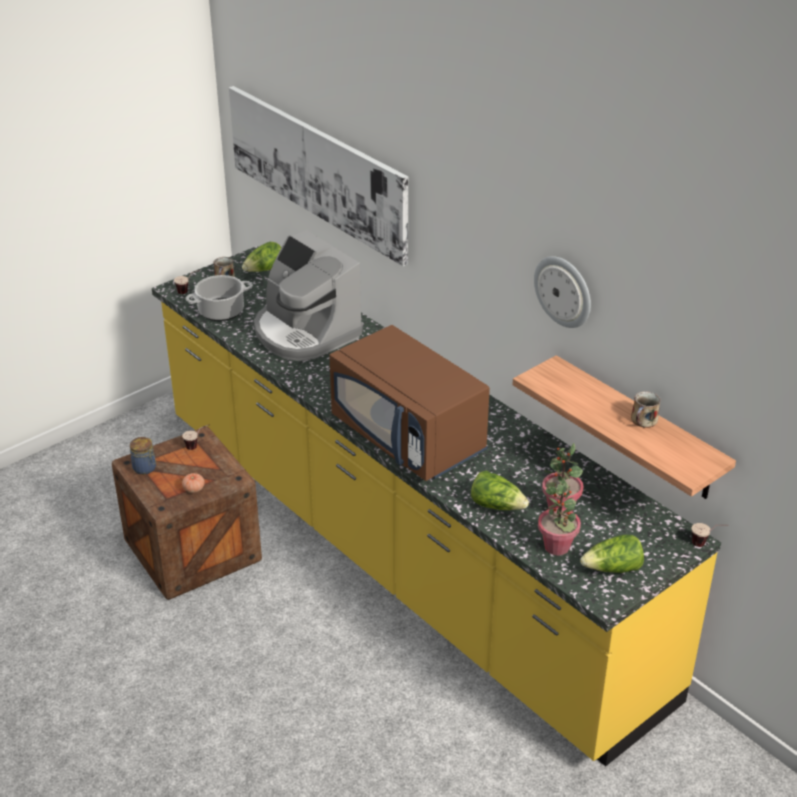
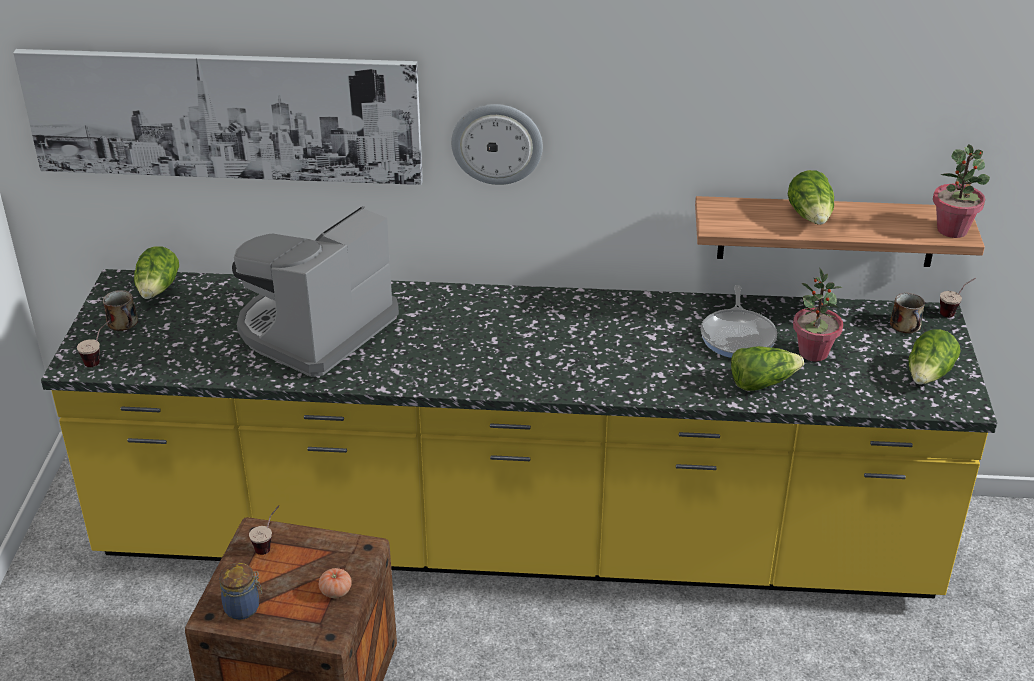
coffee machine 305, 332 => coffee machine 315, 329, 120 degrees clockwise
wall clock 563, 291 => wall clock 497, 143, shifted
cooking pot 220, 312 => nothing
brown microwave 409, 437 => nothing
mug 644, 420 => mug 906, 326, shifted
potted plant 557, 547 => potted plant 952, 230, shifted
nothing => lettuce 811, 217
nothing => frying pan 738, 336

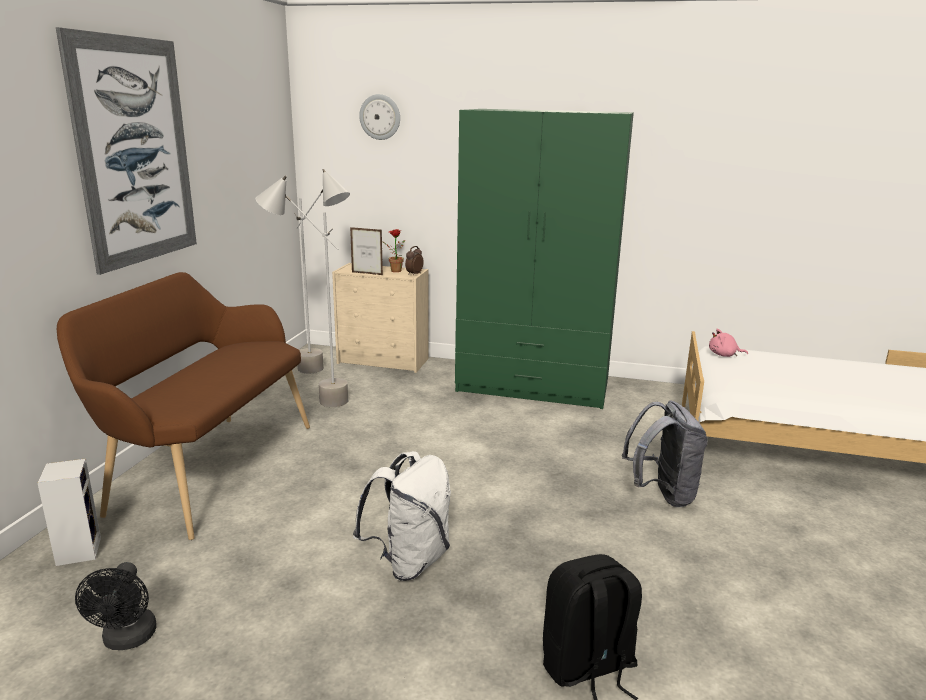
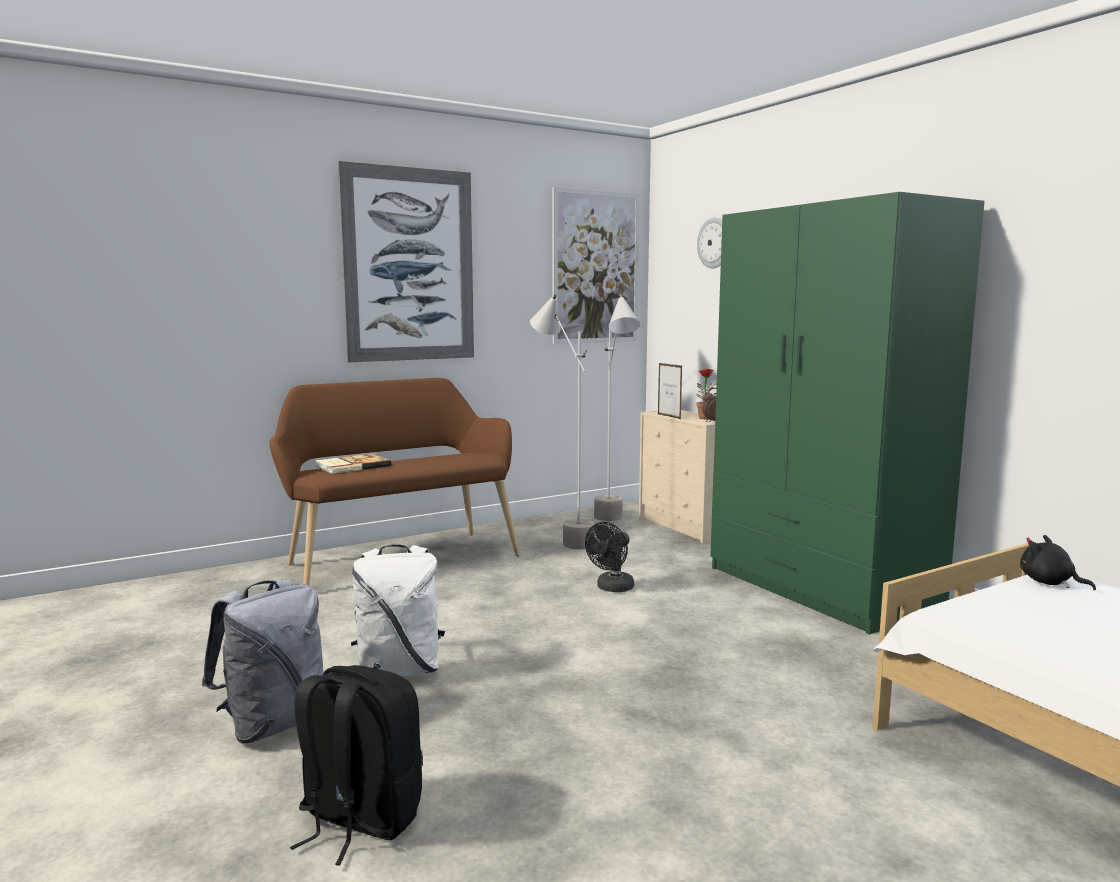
pink plush toy 724, 355 => black plush toy 1049, 583
grey backpack 662, 494 => grey backpack 273, 724, shifted
speaker 78, 550 => nothing
black fan 127, 640 => black fan 612, 588, shifted
nothing => picture 596, 267
nothing => book 352, 466

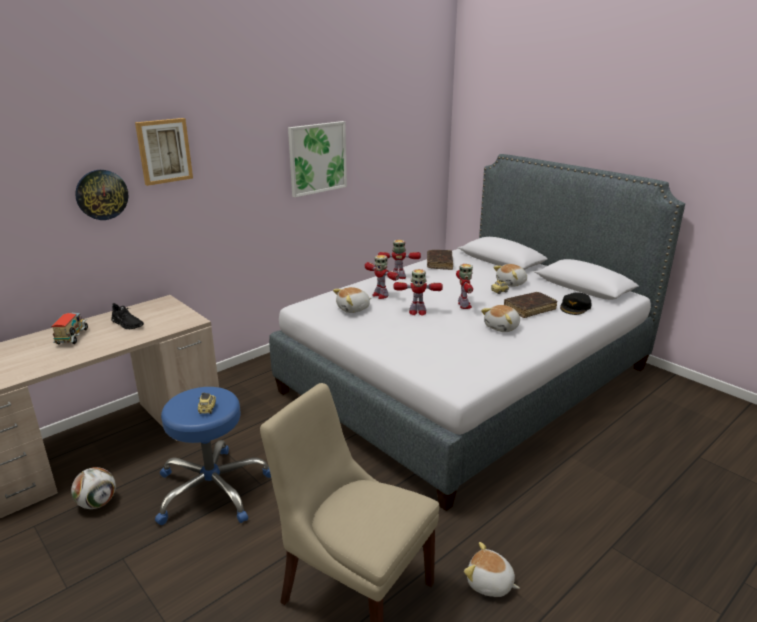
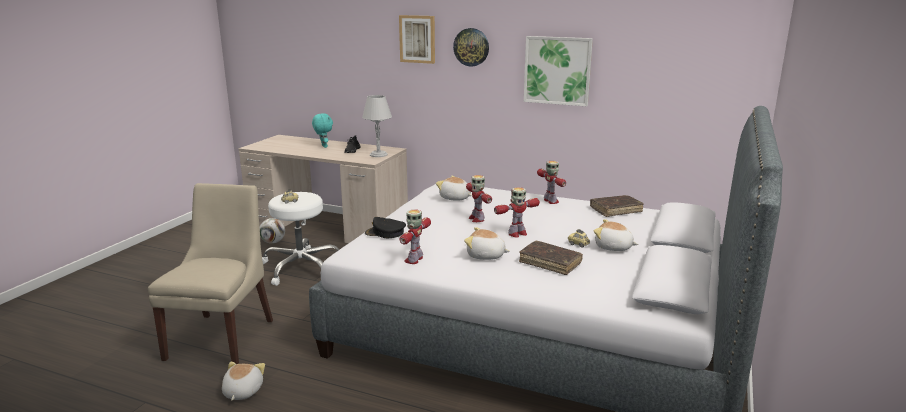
wall clock 101, 194 => wall clock 471, 47, shifted
toy robot 380, 295 => toy robot 414, 259, shifted
black cap 575, 307 => black cap 385, 233, shifted
toy truck 73, 338 => turquoise plush toy 323, 146
blue stool 213, 489 => white stool 302, 267
nothing => grey table lamp 378, 154

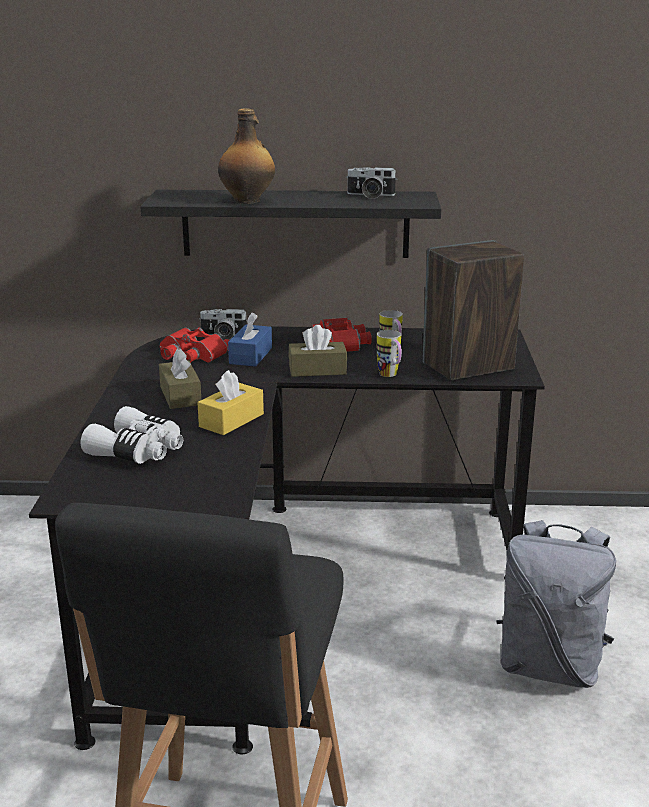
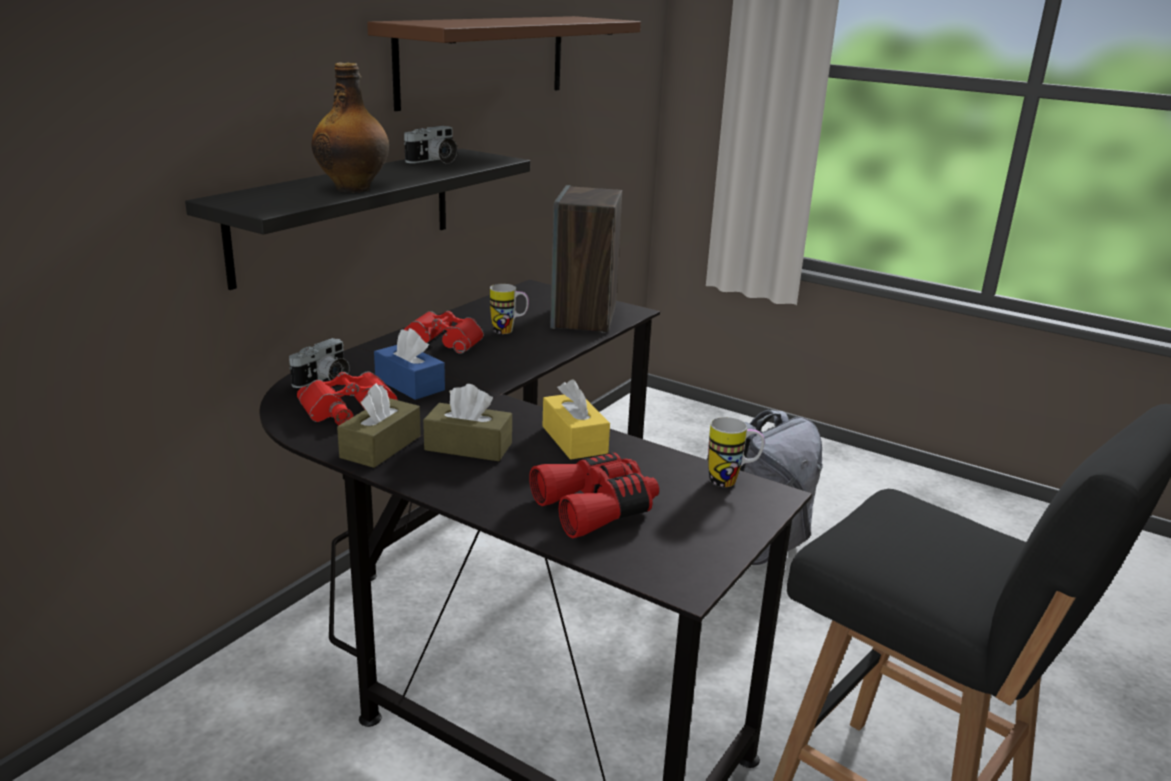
brown tissue box 317, 370 => brown tissue box 381, 447, shifted
mug 390, 376 => mug 731, 482, shifted
white binoculars 138, 451 => red binoculars 597, 507
nothing => brown shelf 484, 59

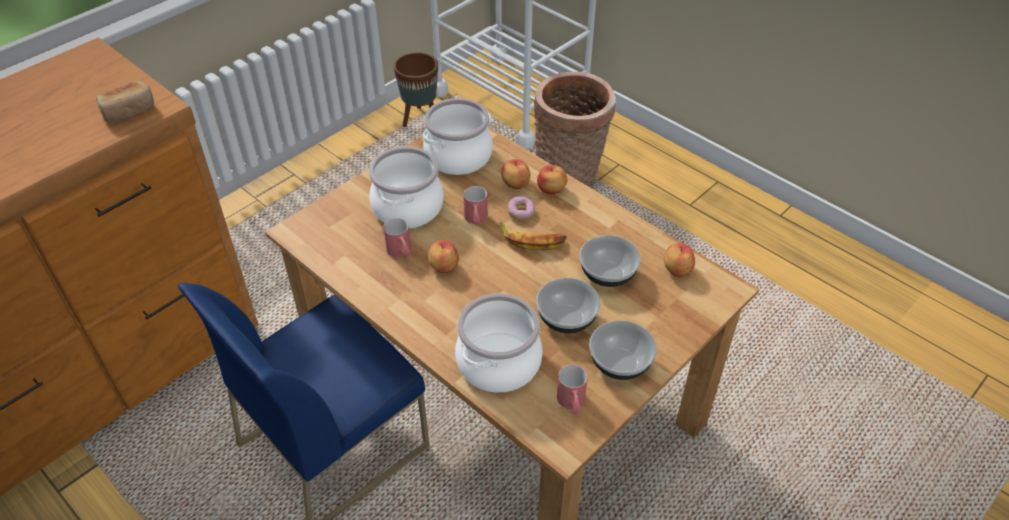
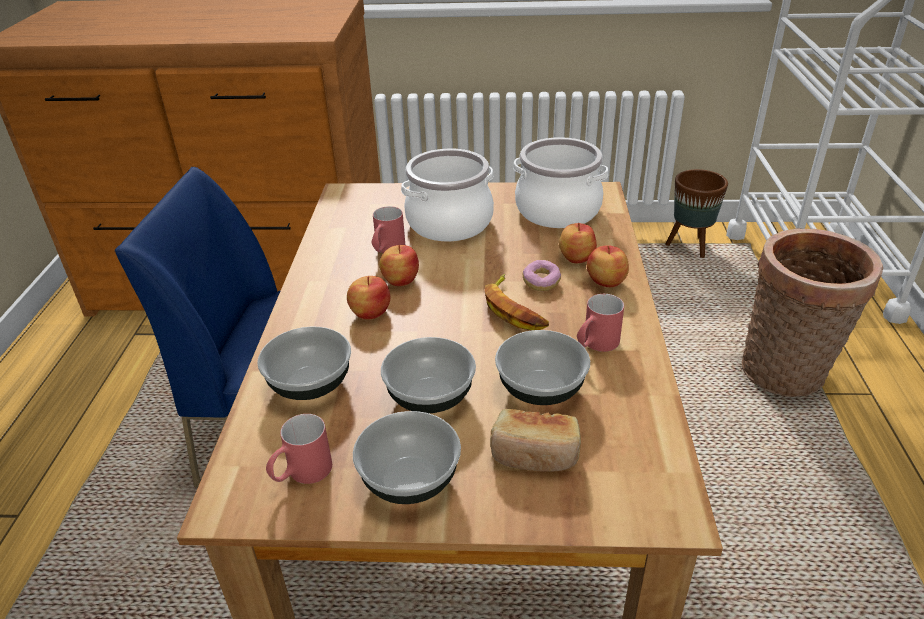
bread 129, 111 => bread 535, 455, shifted
red mug 476, 220 => red mug 595, 345, shifted
apple 676, 270 => apple 370, 312, shifted
cooking pot 499, 363 => bowl 309, 385

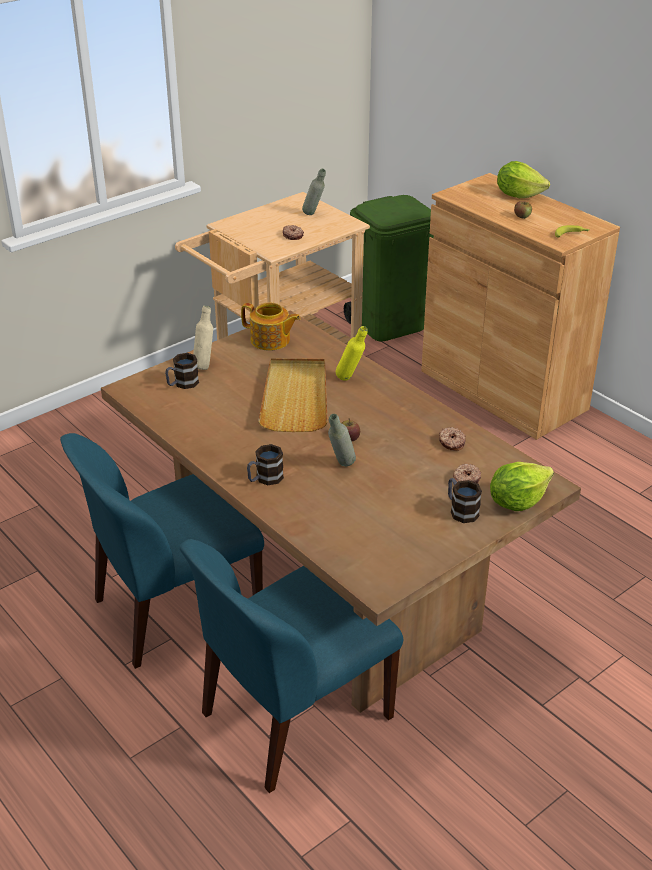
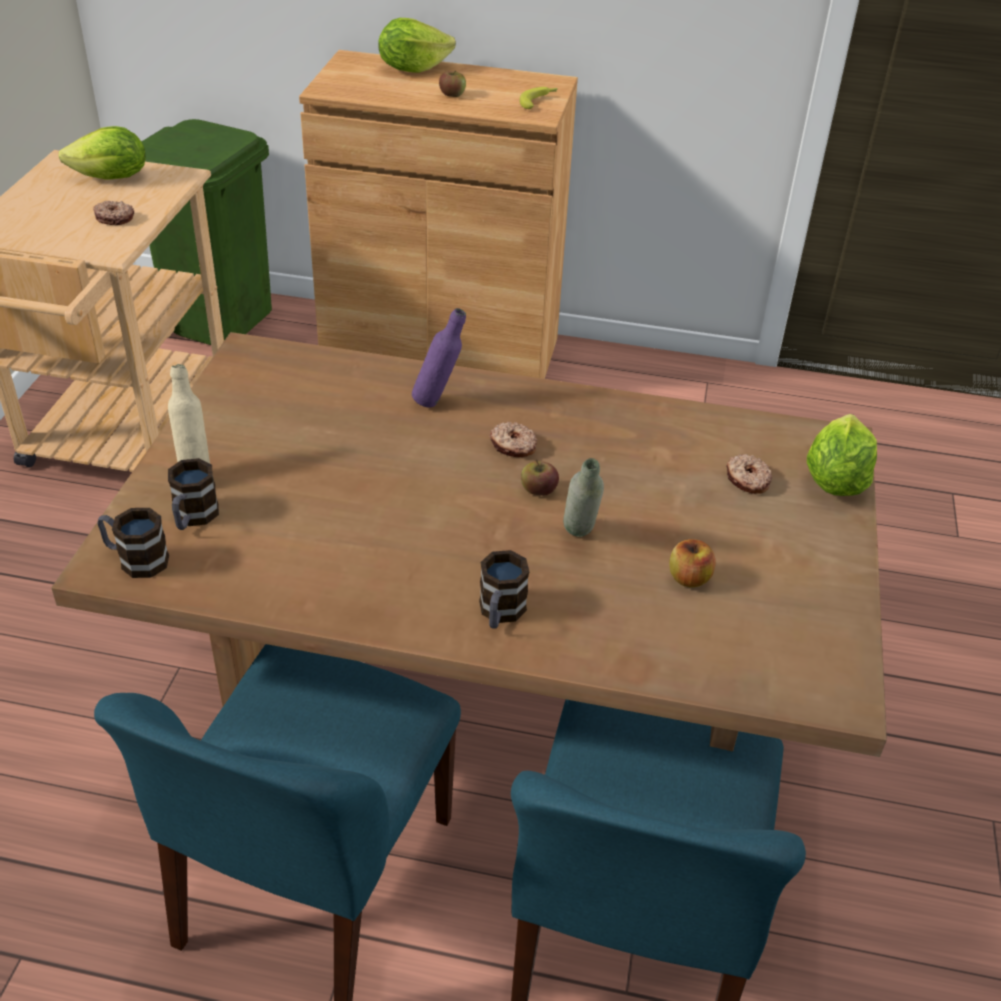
grey bottle 314, 215 => lettuce 112, 178
teapot 271, 341 => nothing
yellow bottle 351, 379 => purple bottle 438, 402
beige tray 295, 397 => nothing
donut 451, 443 => donut 513, 446, shifted
mug 460, 510 => mug 135, 559, shifted
nothing => apple 689, 578

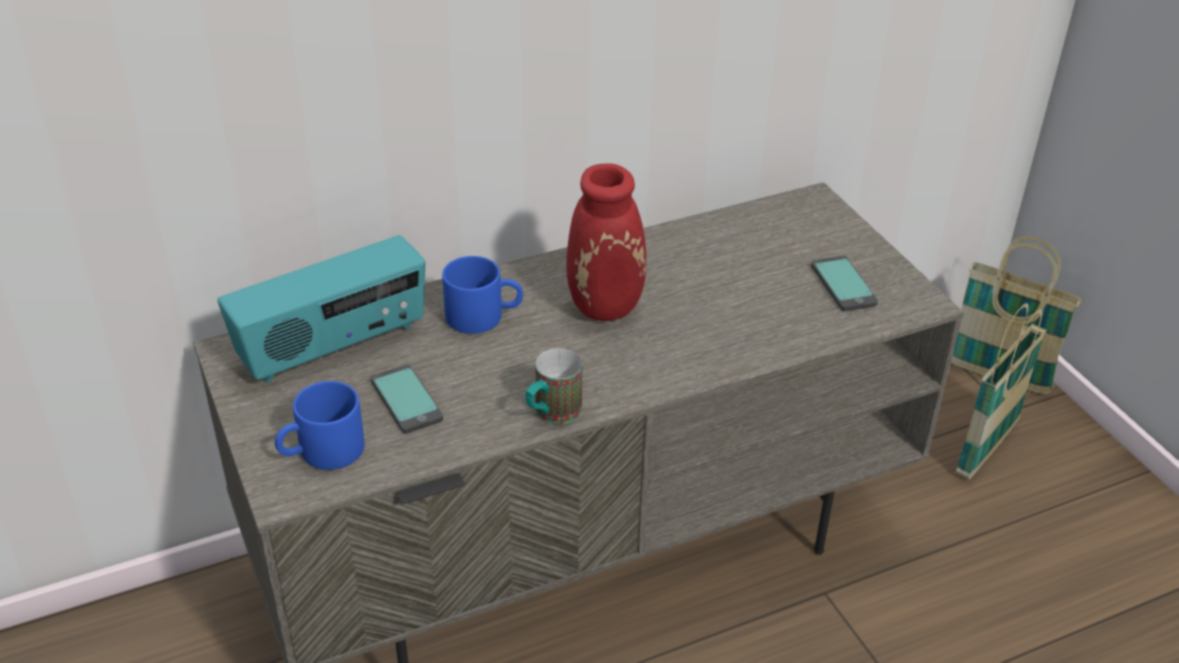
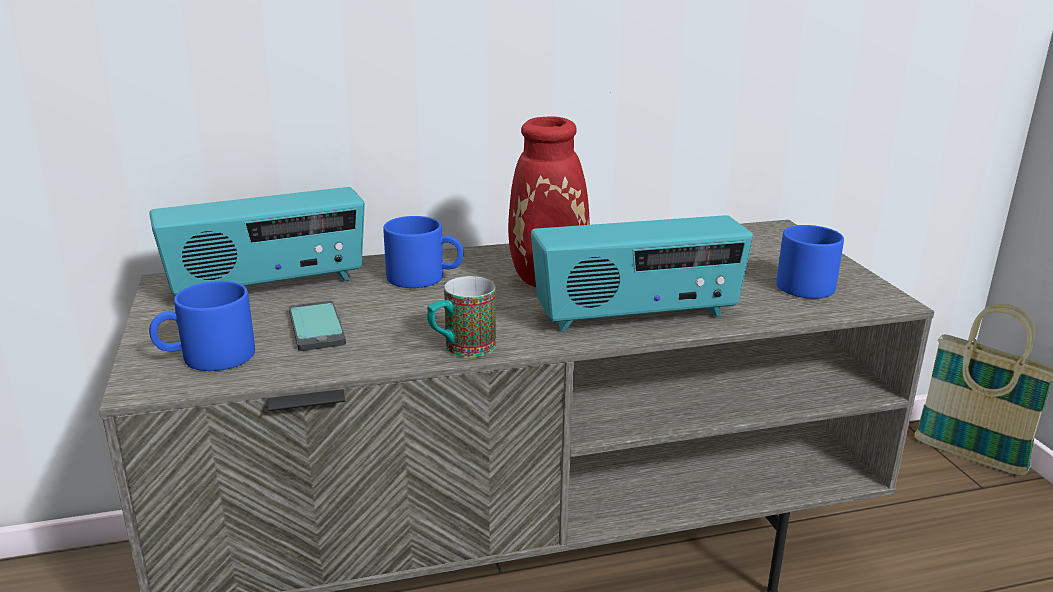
phone 843, 285 => blue mug 801, 282
basket 987, 448 => nothing
nothing => radio 637, 317

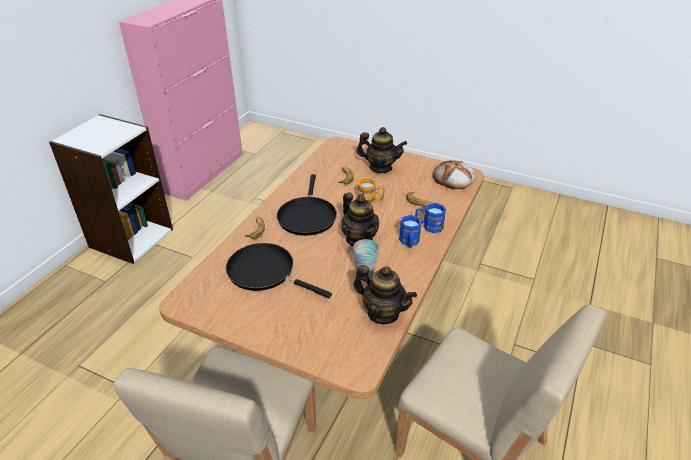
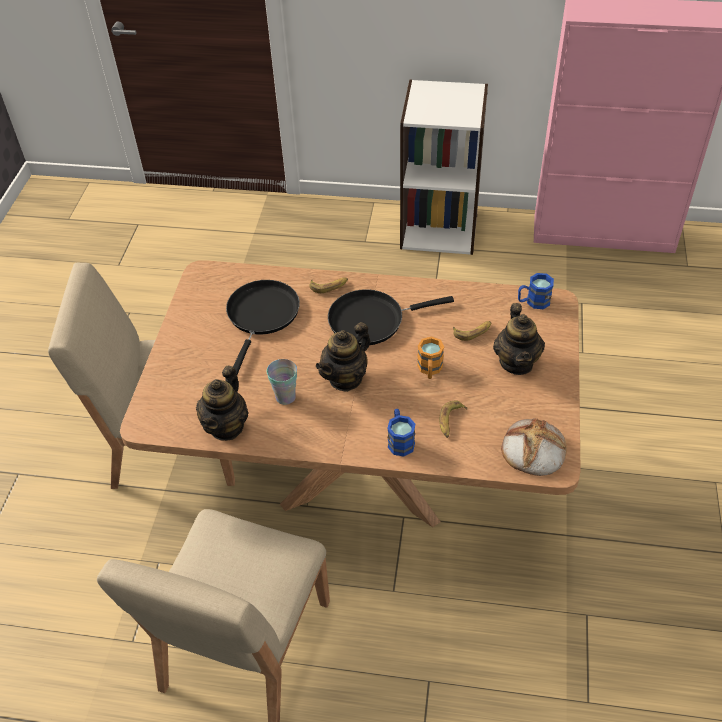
blue mug 409, 242 => blue mug 533, 302, shifted

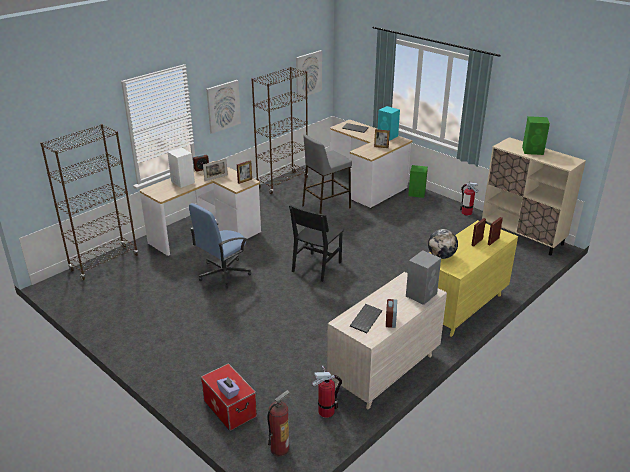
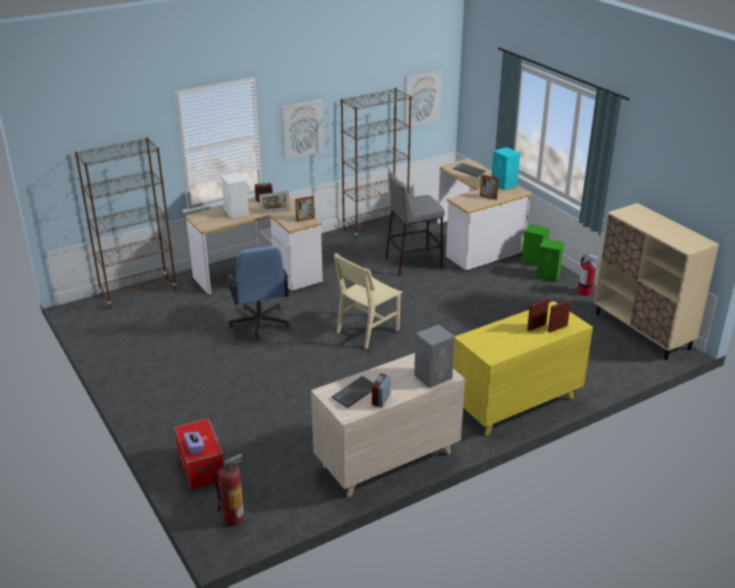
green speaker 533, 151 => green speaker 548, 276, shifted
blue office chair 223, 273 => blue office chair 259, 323, 75 degrees counterclockwise
black chair 316, 266 => beige chair 367, 331
globe 441, 256 => nothing
fire extinguisher 326, 411 => nothing

